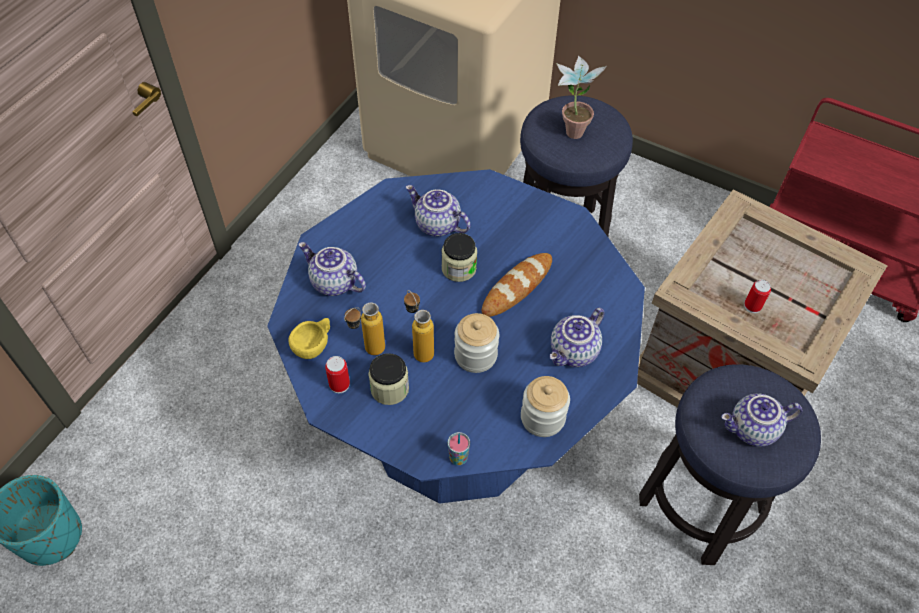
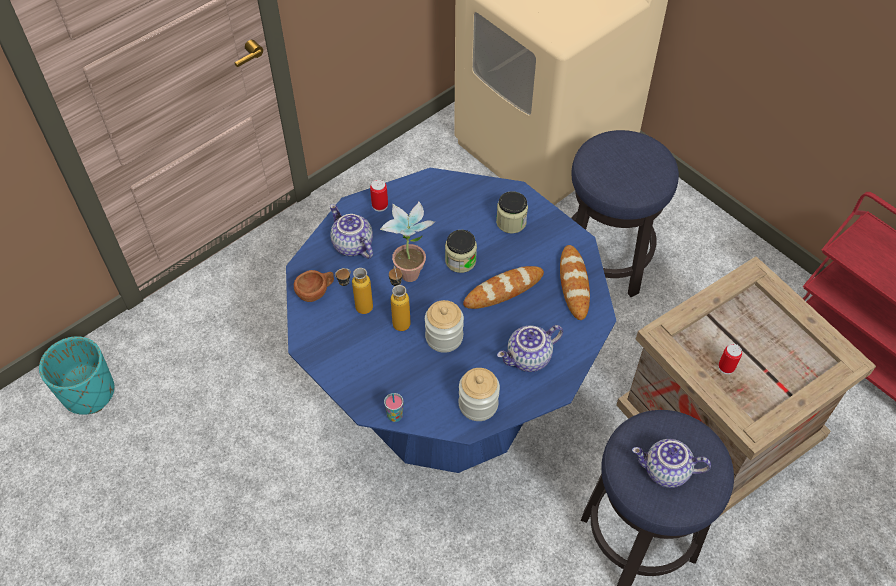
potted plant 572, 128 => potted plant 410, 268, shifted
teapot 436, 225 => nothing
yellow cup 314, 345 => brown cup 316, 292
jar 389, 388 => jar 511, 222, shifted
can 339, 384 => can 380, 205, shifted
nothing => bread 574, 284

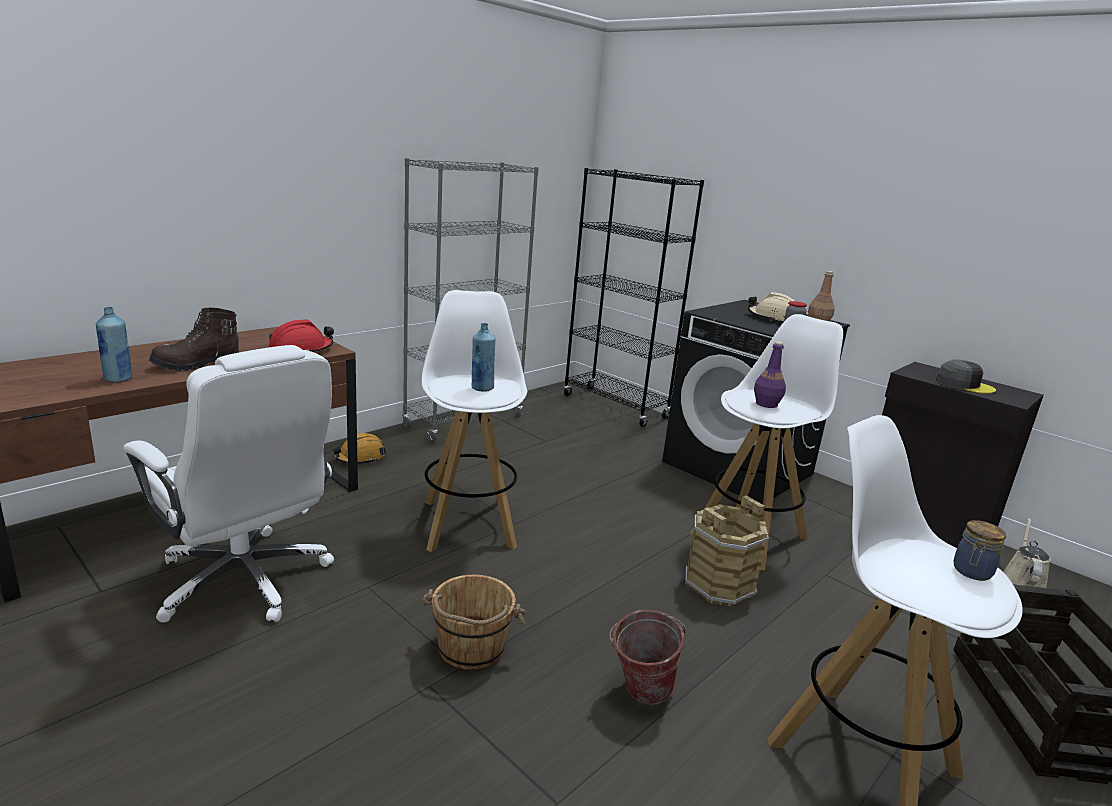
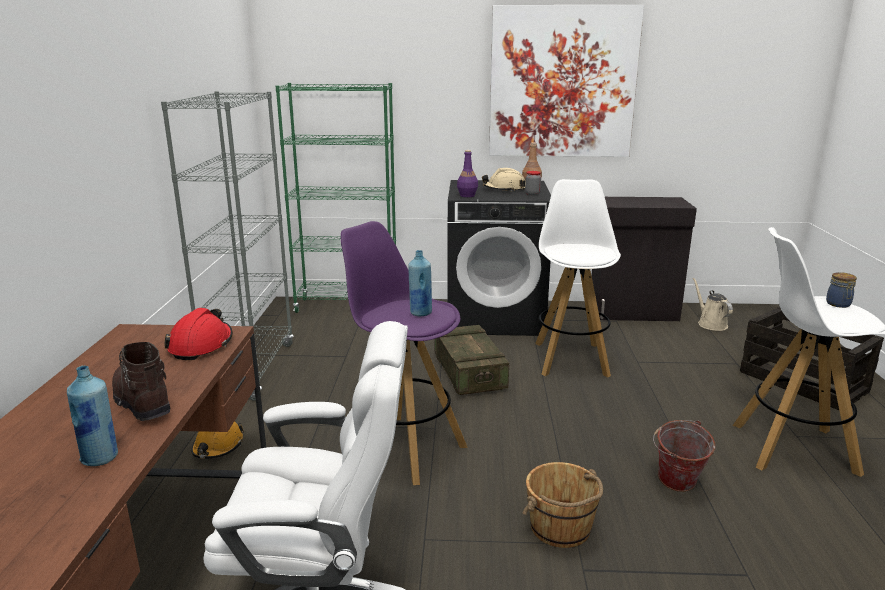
black bookcase 615, 407 => green bookcase 347, 306
white stool 468, 522 => purple stool 404, 447
brown boot 197, 364 => brown boot 141, 403, 135 degrees clockwise
purple bottle 766, 404 => purple bottle 467, 195, shifted
grey cap 964, 385 => nothing
brown bucket 719, 585 => nothing
nothing => picture 562, 83
nothing => crate 469, 373

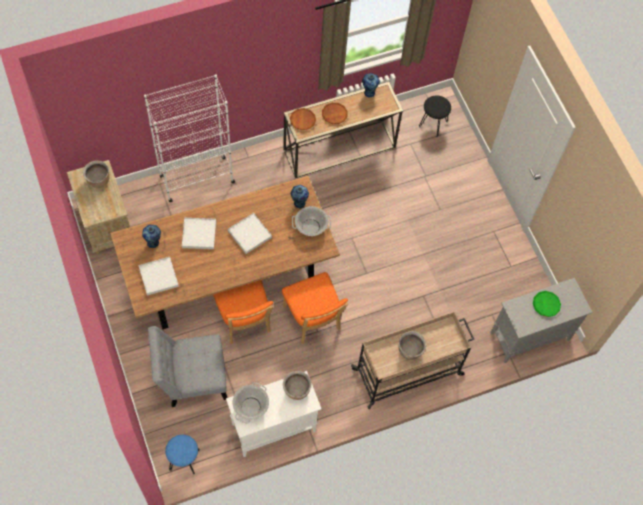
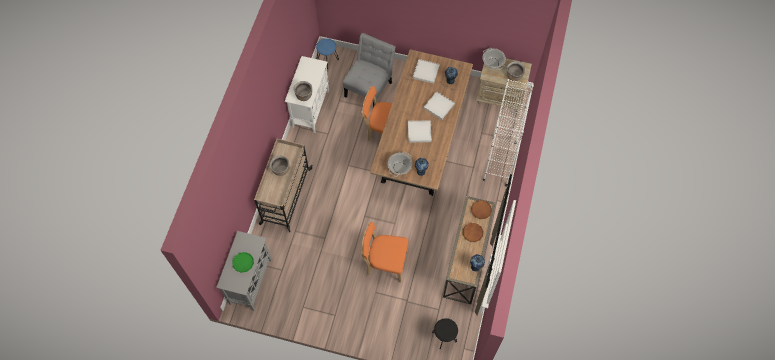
orange chair 313, 320 => orange chair 385, 263, shifted
cooking pot 251, 406 => cooking pot 493, 63, shifted

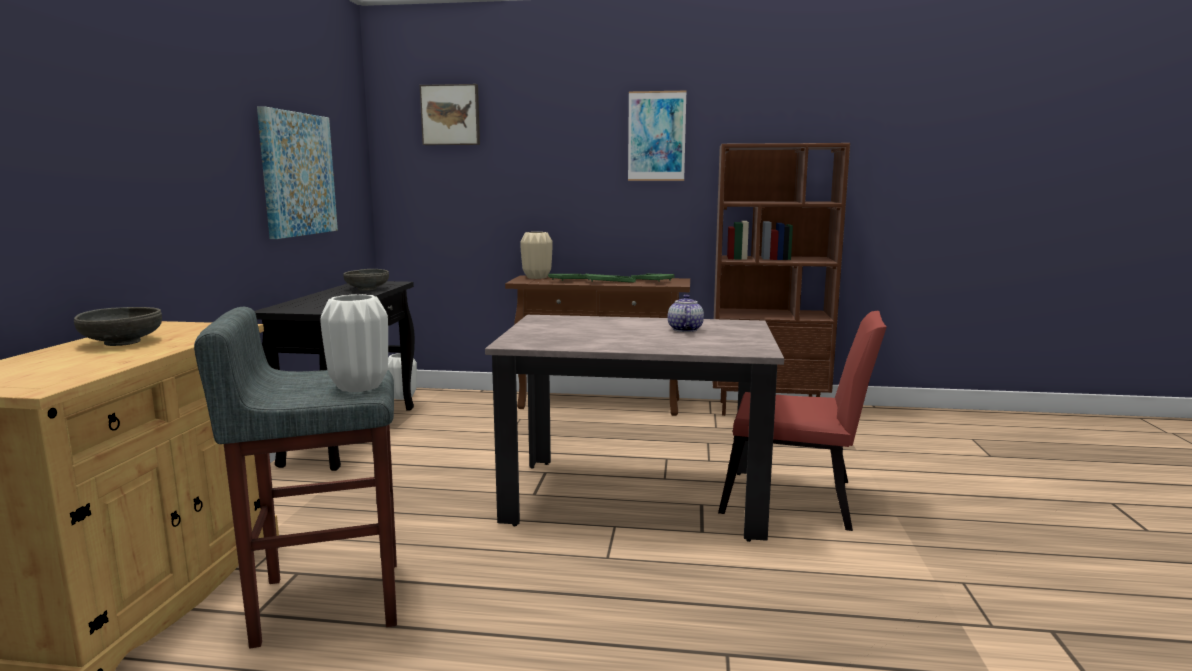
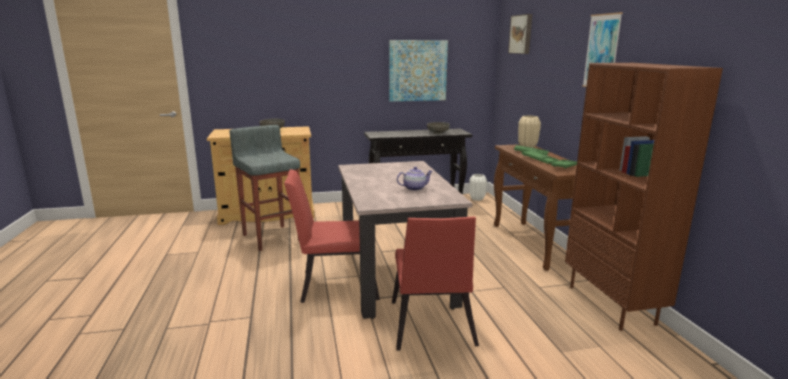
white vase 359, 386 => nothing
nothing => red chair 333, 284

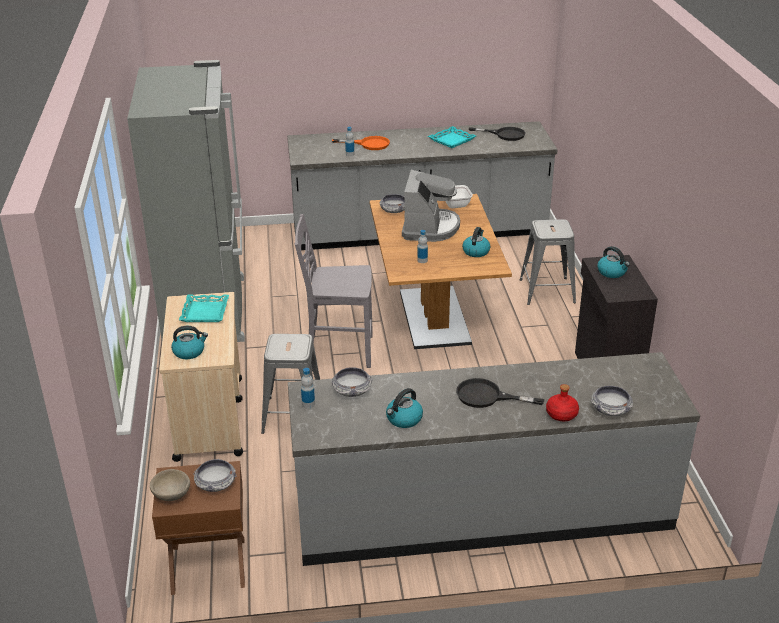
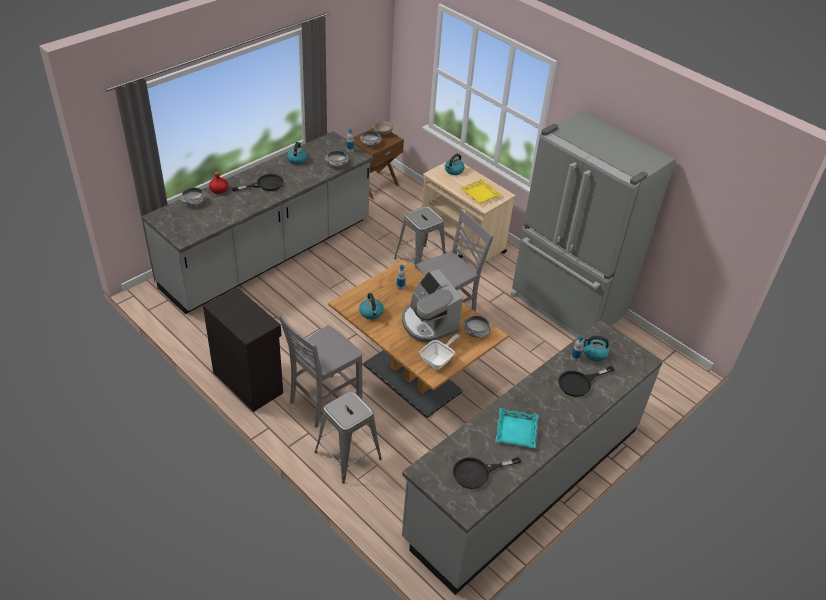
orange frying pan 369, 144 => black frying pan 579, 383
kettle 612, 272 => kettle 594, 354, shifted
turquoise tray 204, 312 => yellow tray 480, 194
nothing => grey chair 323, 402

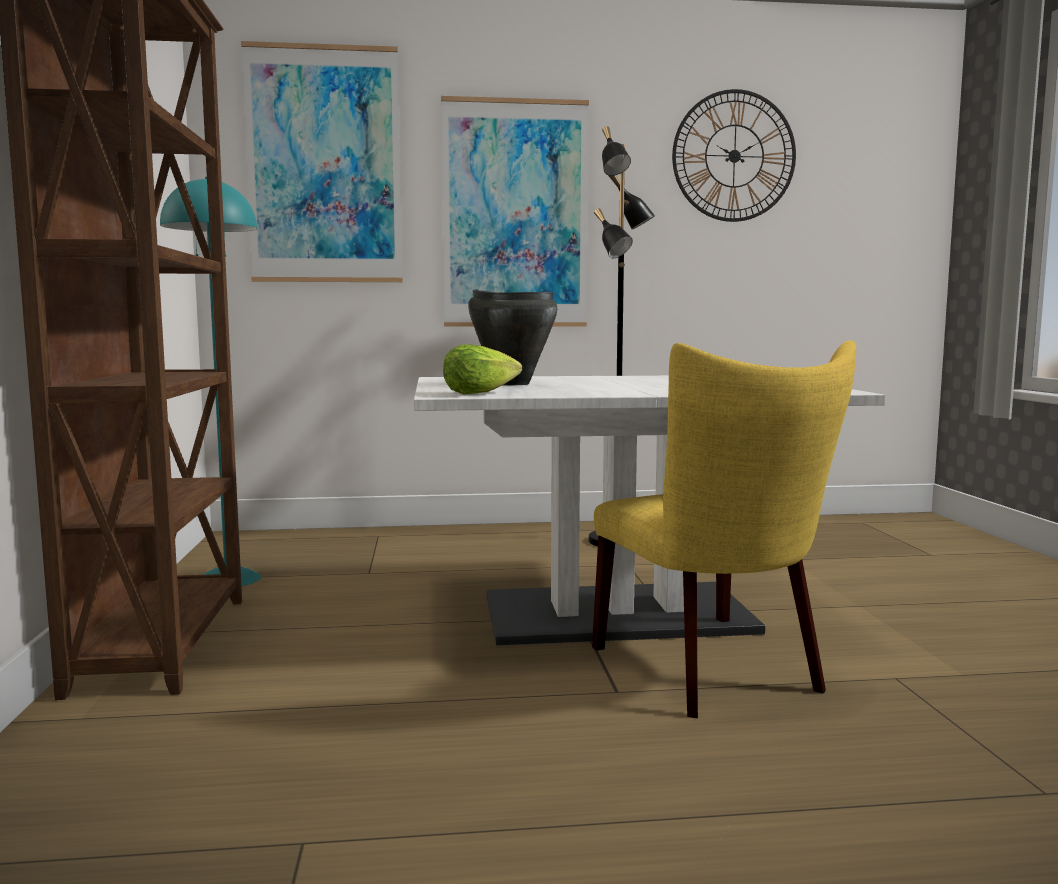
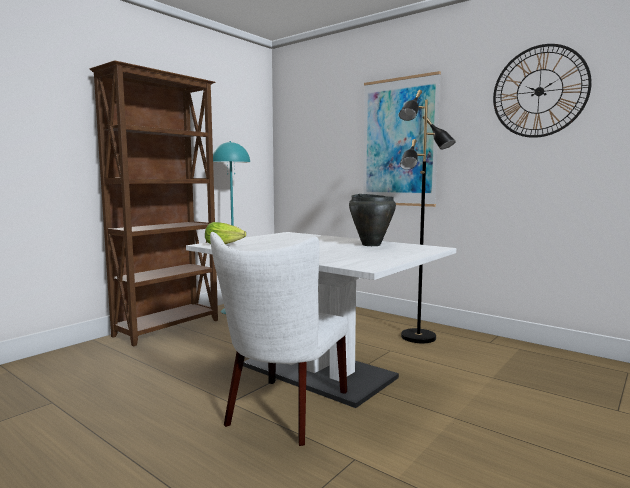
picture 324, 166 => nothing
black cooking pot 512, 384 => black cooking pot 371, 245, shifted
yellow chair 715, 673 => white chair 283, 413

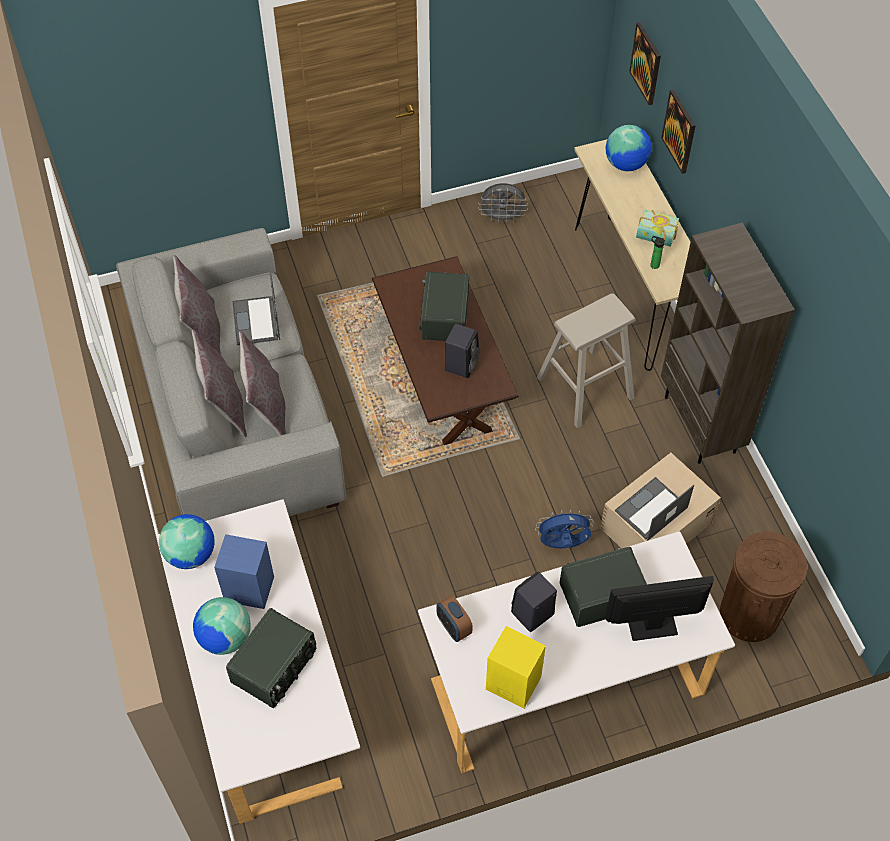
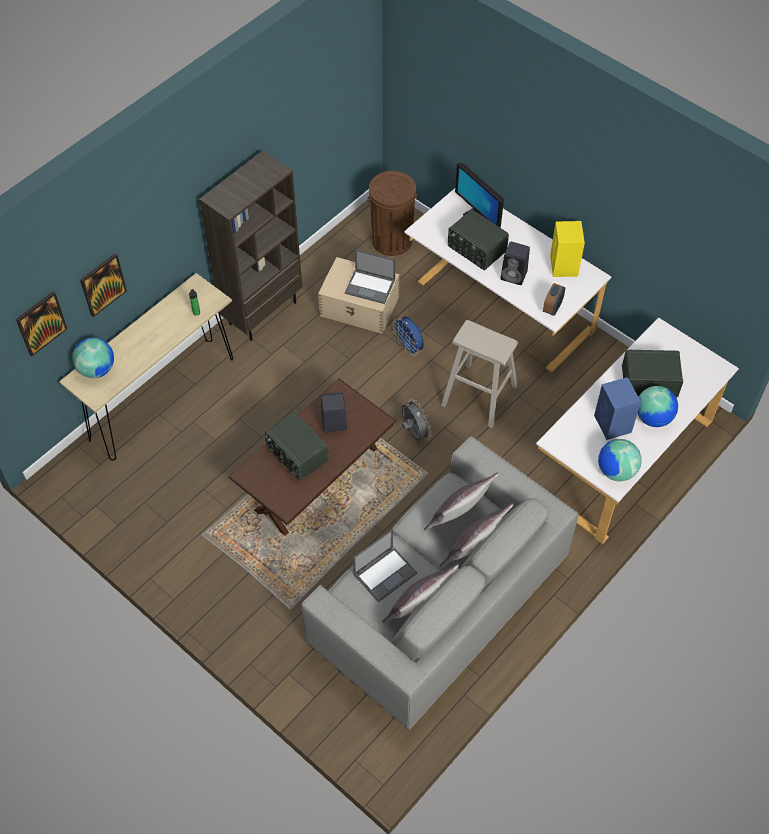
grey fan 502, 218 => grey fan 414, 433, shifted
book 654, 239 => nothing
radio 444, 317 => radio 297, 455, 75 degrees clockwise
beige stool 585, 388 => beige stool 479, 395, shifted

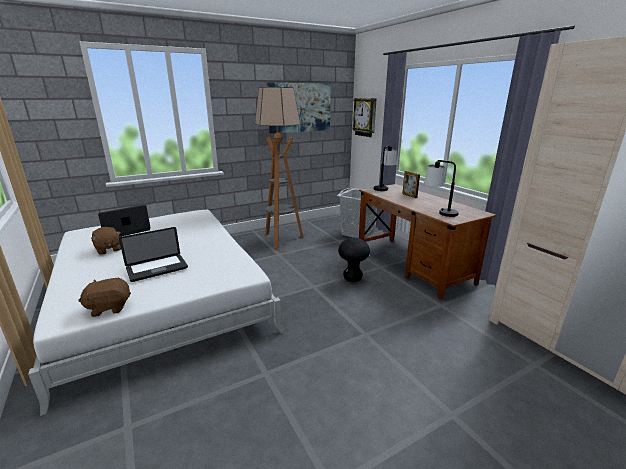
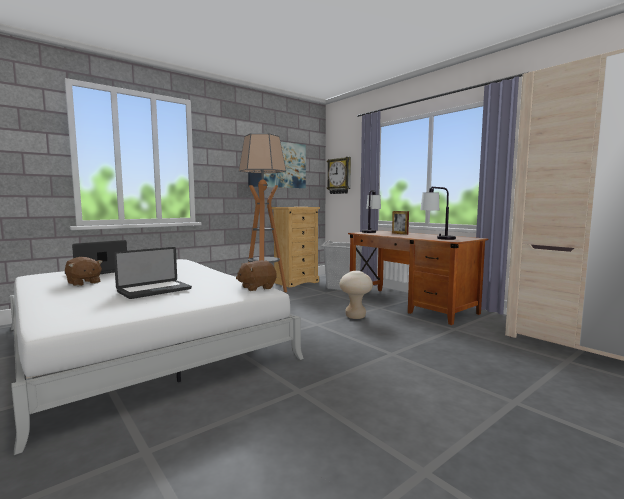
black stool 352, 278 => beige stool 355, 317
brown plush toy 109, 307 => brown plush toy 257, 288, shifted
nothing => beige dresser 296, 282

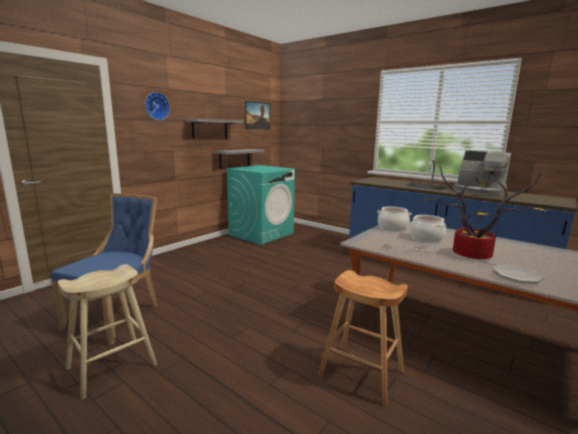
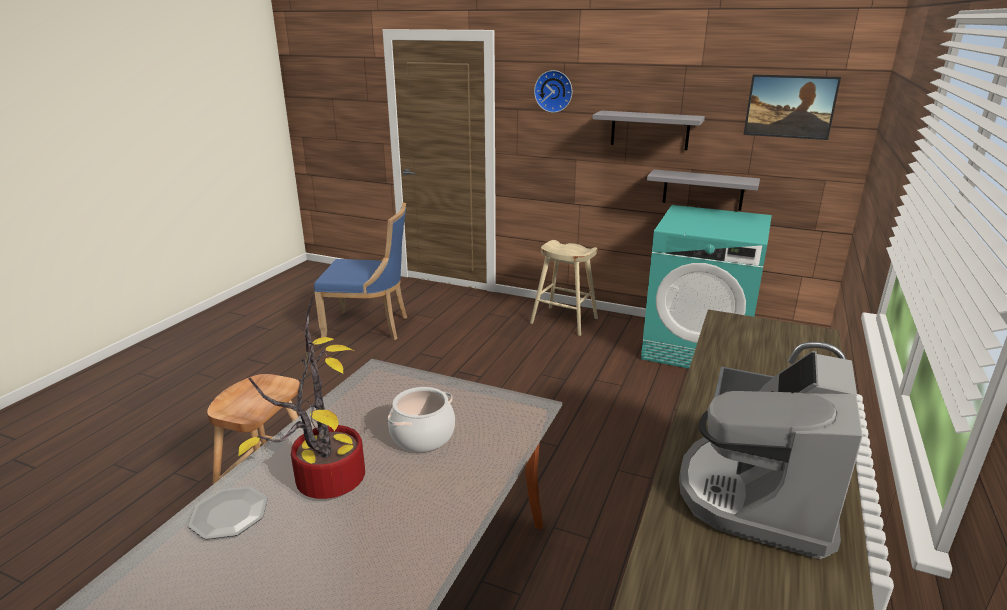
cooking pot 392, 227 => nothing
beige stool 112, 366 => beige stool 564, 321, shifted

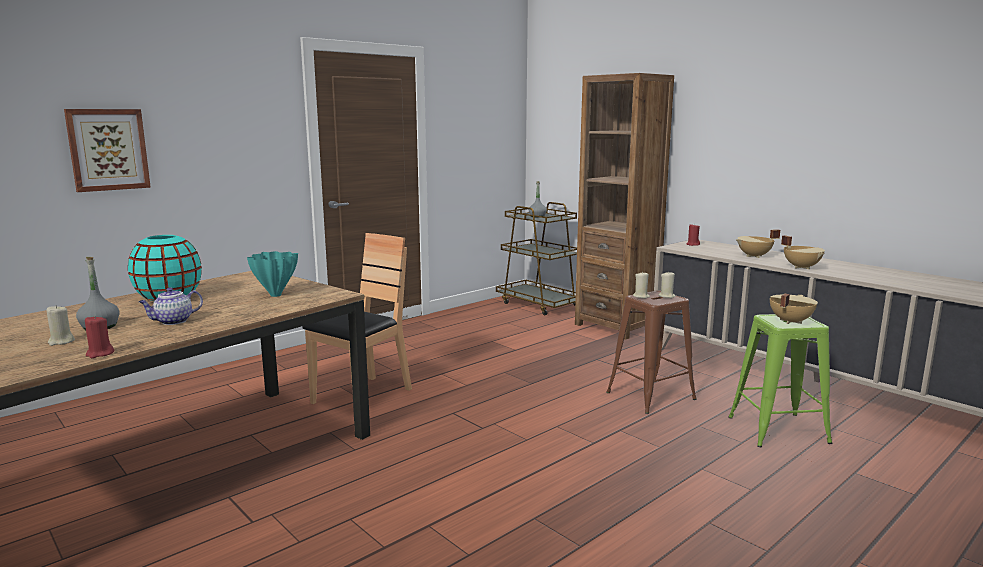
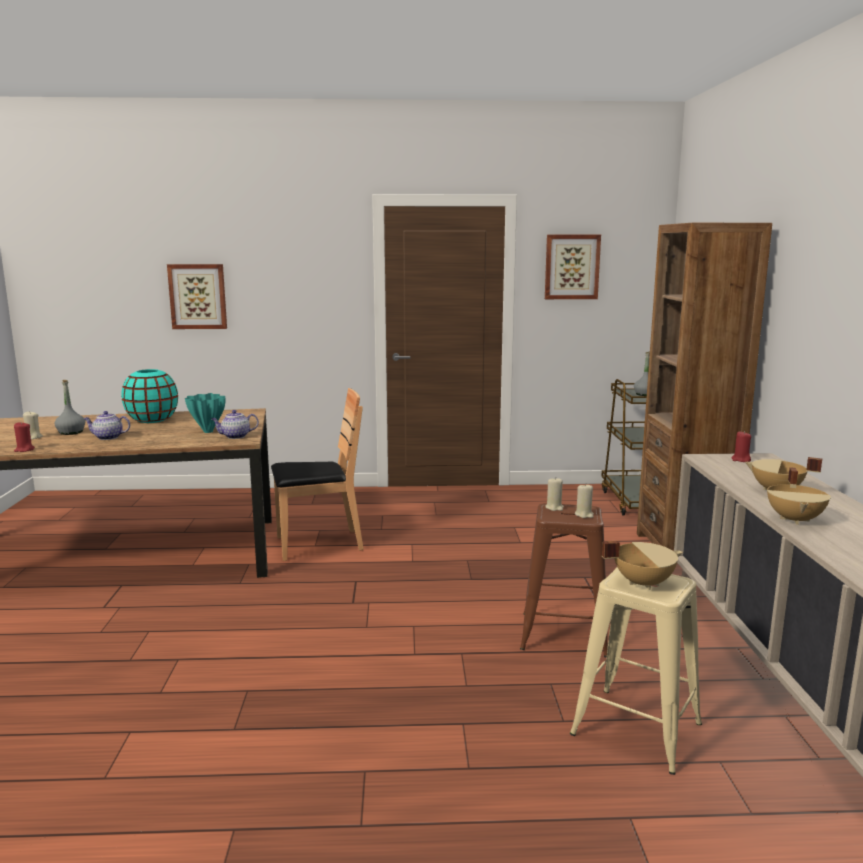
green stool 777, 430 => beige stool 635, 728
nothing => picture 571, 267
nothing => teapot 235, 436

